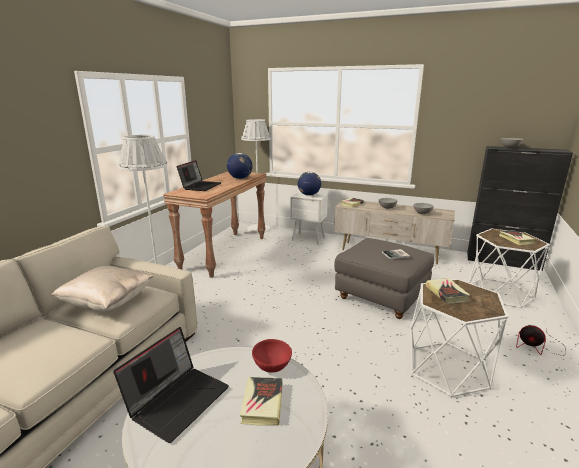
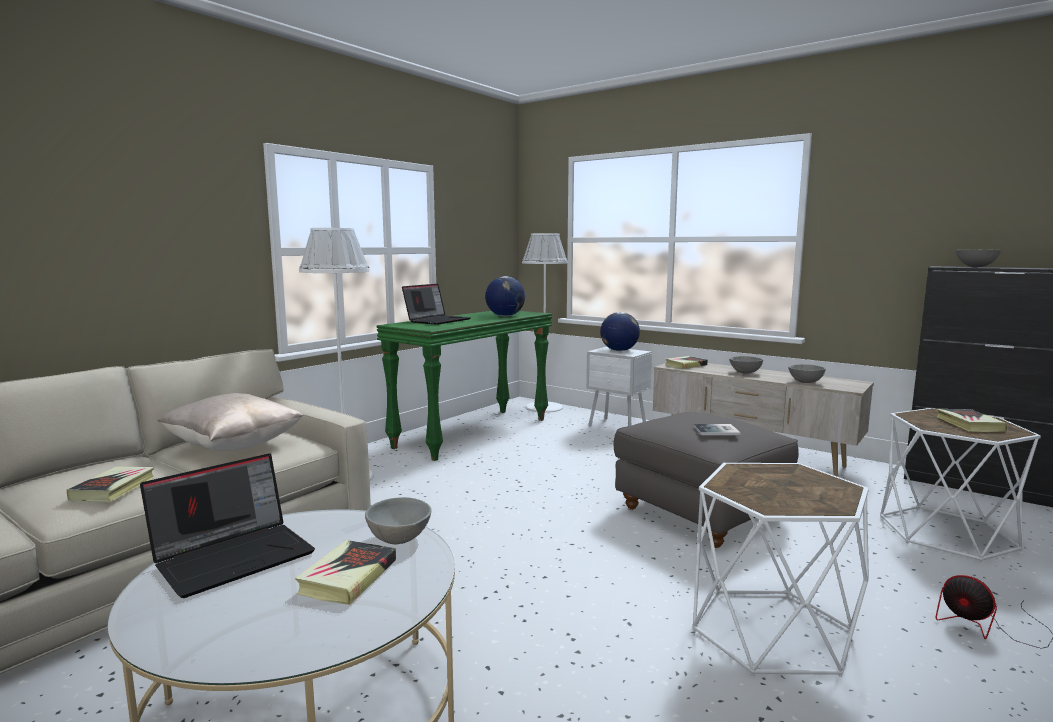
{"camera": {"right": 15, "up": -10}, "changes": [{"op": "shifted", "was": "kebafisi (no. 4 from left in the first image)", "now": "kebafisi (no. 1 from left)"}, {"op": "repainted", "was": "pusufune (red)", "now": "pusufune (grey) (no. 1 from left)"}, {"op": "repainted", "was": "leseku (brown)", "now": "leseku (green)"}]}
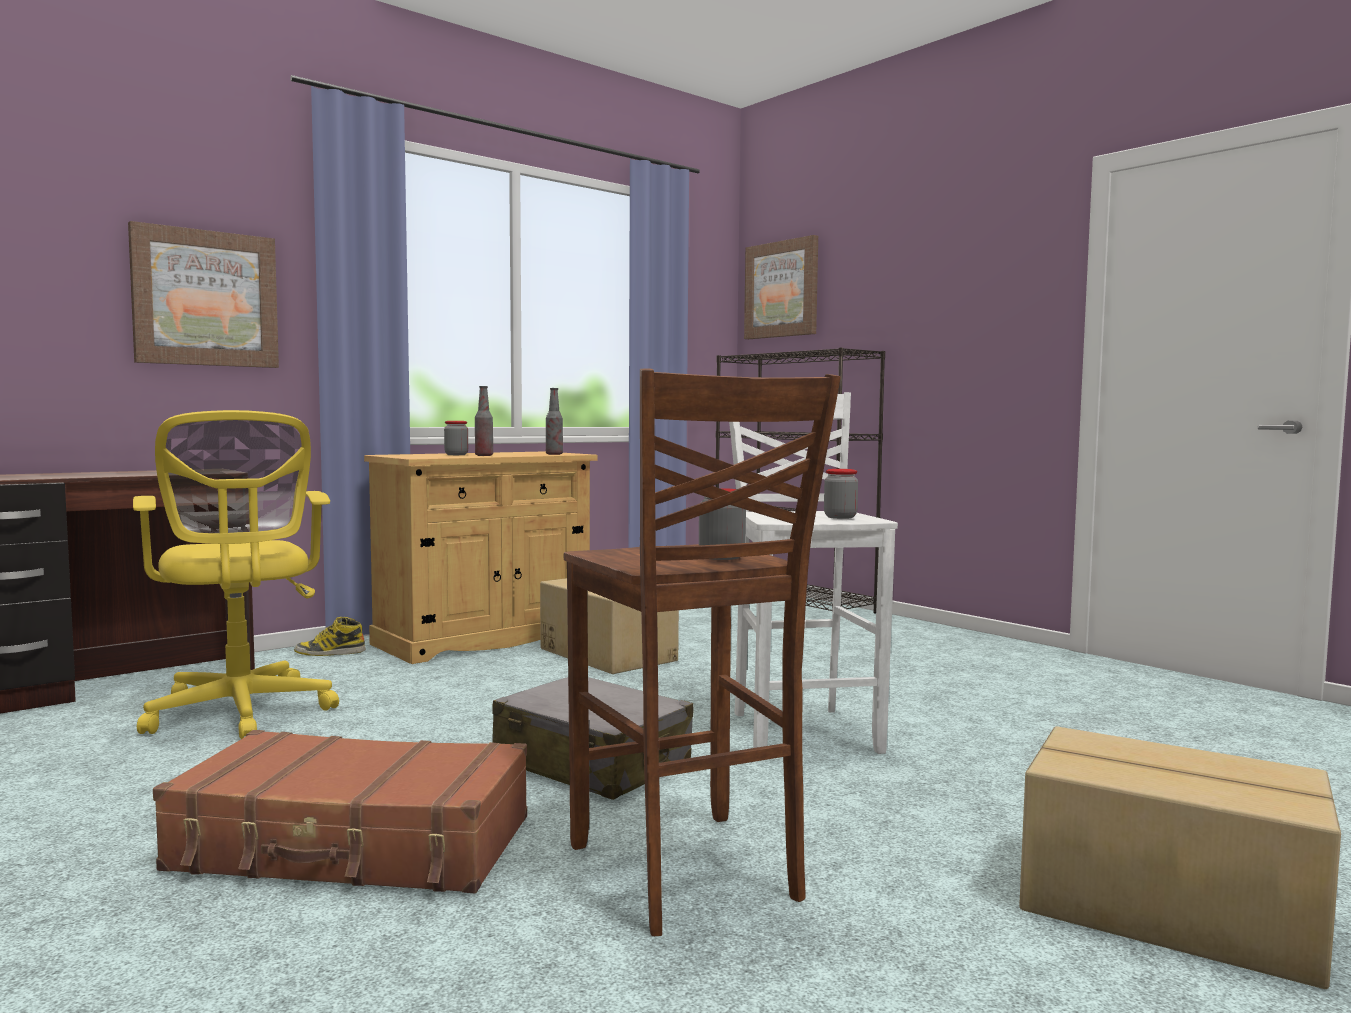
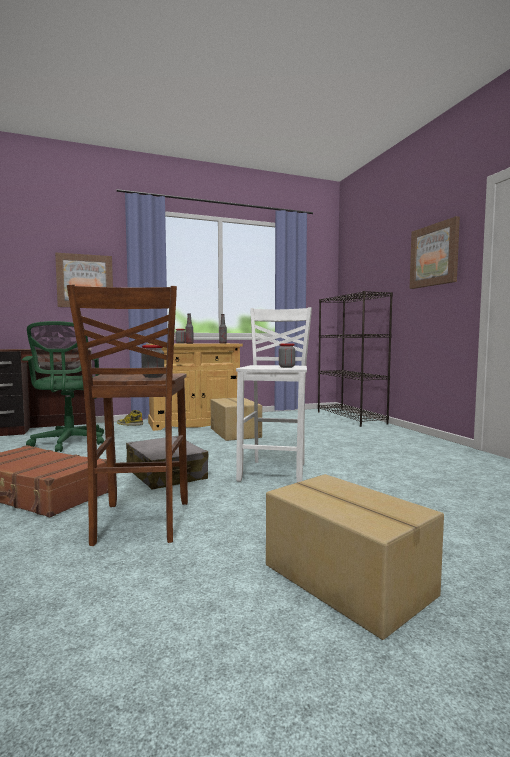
{"camera": {"right": 20, "up": 0}, "changes": [{"op": "repainted", "was": "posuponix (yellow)", "now": "posuponix (green)"}, {"op": "shifted", "was": "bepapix (no. 2 from left)"}]}
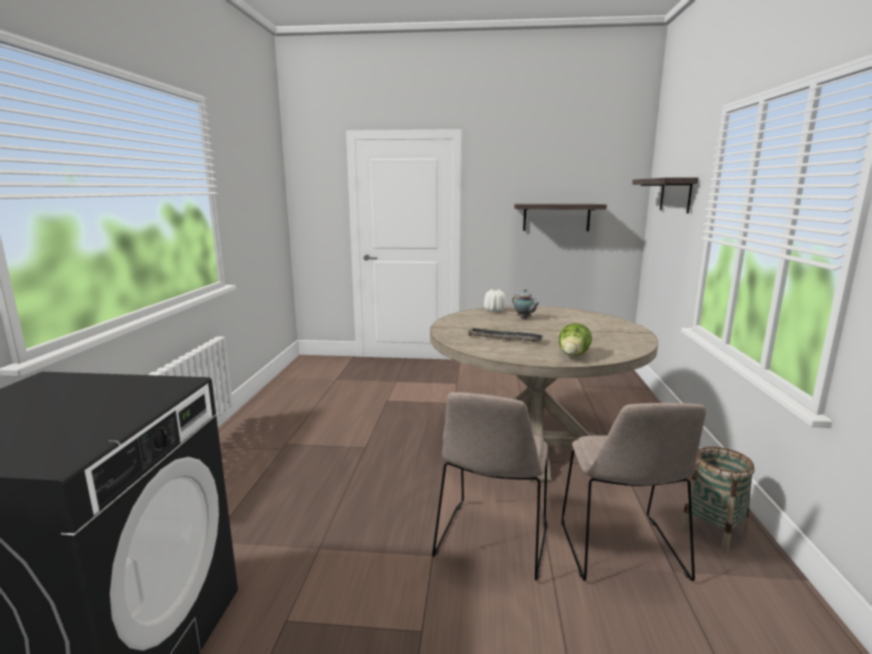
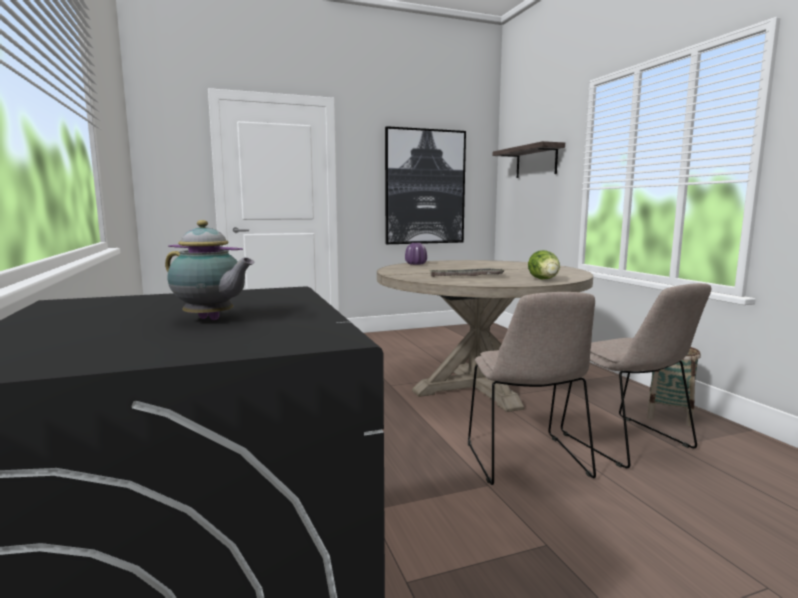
{"camera": {"right": -25, "up": -5}, "changes": [{"op": "shifted", "was": "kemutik"}, {"op": "swapped", "was": "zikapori (no. 1 from left)", "now": "bepapix"}, {"op": "repainted", "was": "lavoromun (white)", "now": "lavoromun (purple)"}]}
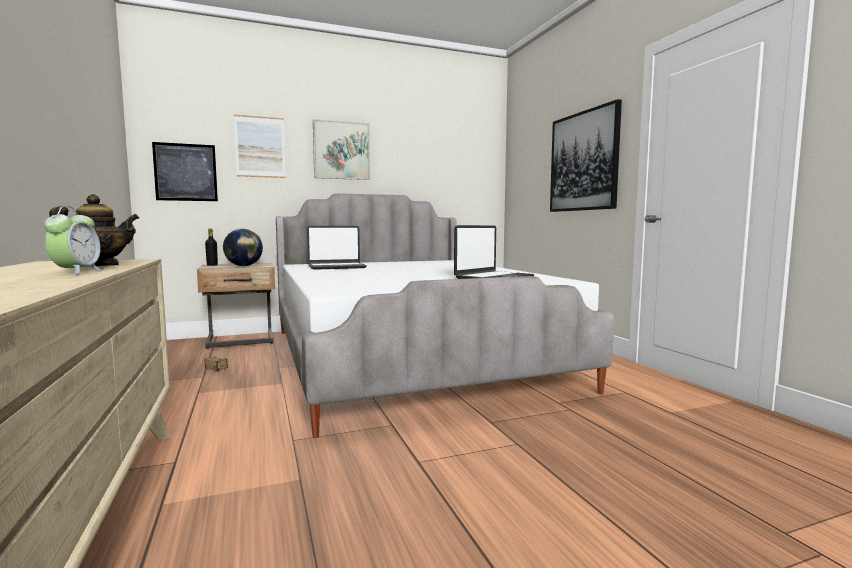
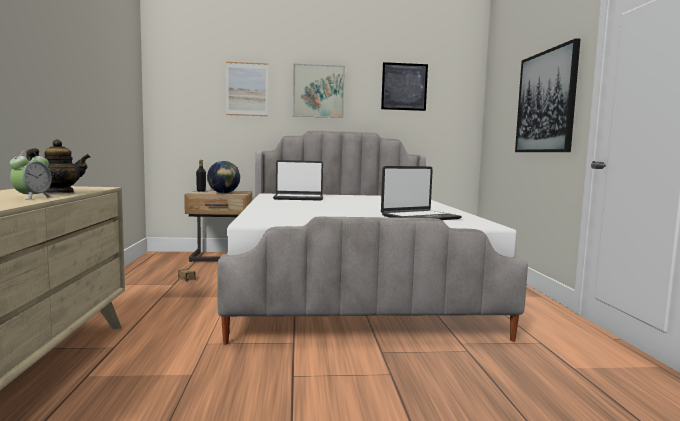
{"camera": {"right": 15, "up": 0}, "changes": [{"op": "shifted", "was": "bepapix (no. 1 from left in the first image)", "now": "bepapix (no. 3 from left)"}]}
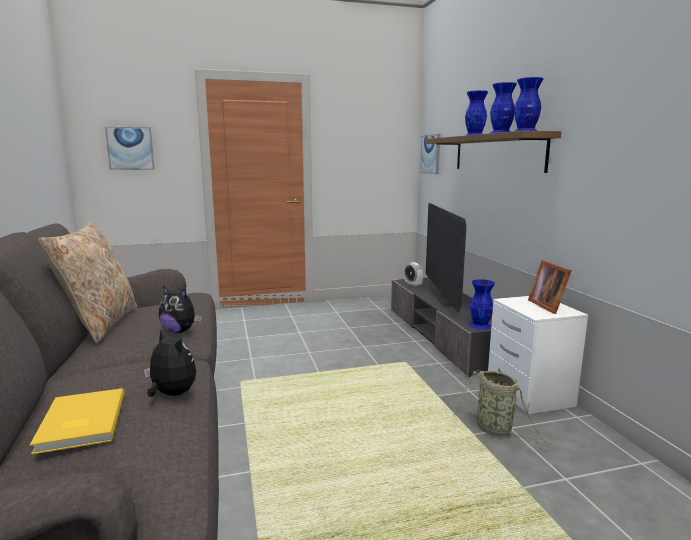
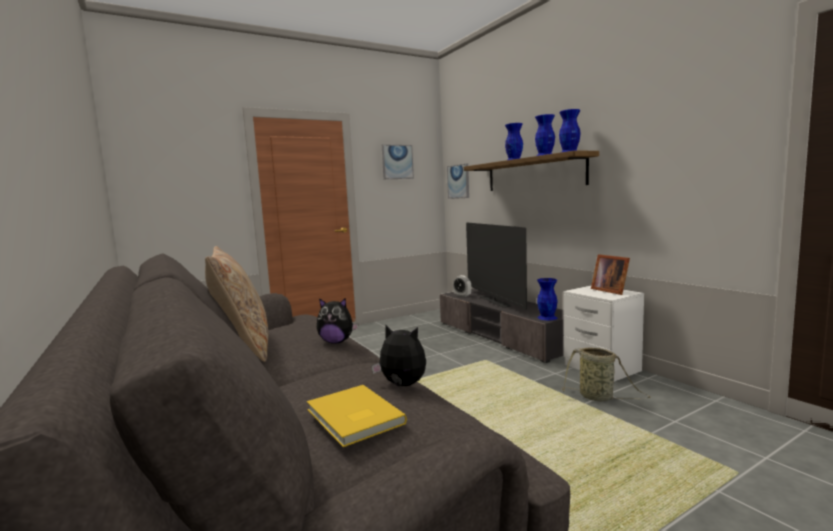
{"camera": {"right": -15, "up": -5}, "changes": [{"op": "shifted", "was": "bepapix (no. 1 from left)"}]}
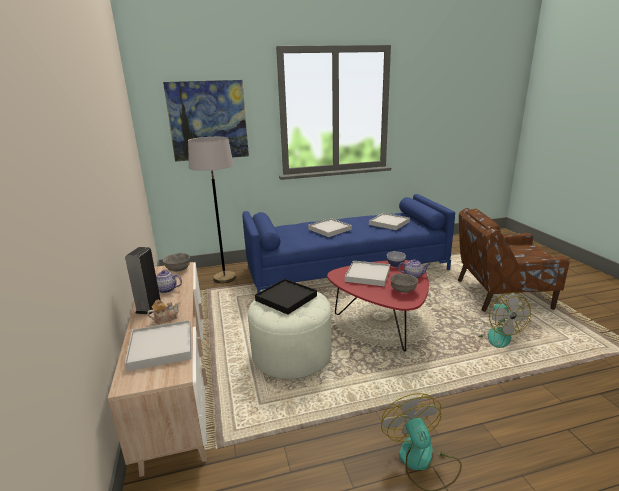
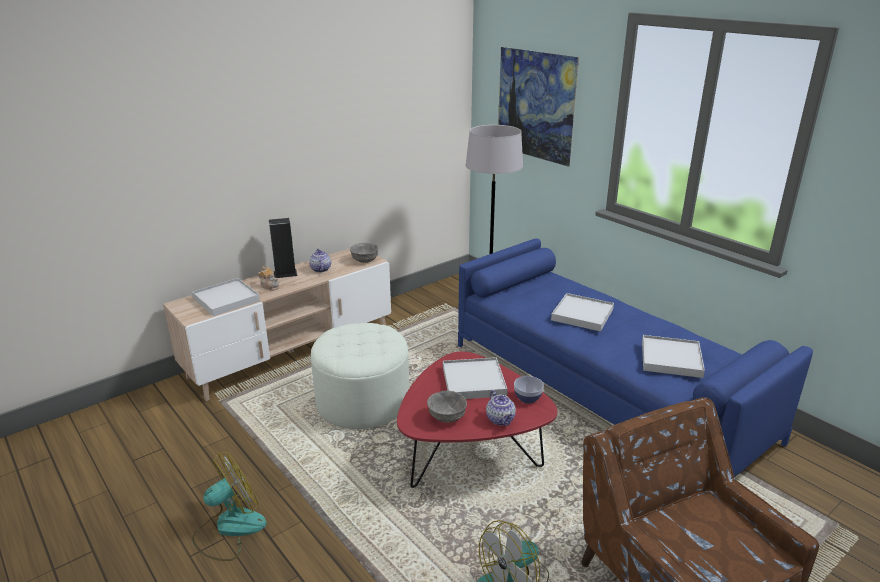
{"camera": {"right": 65, "up": 5}, "changes": [{"op": "gone", "was": "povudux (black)"}]}
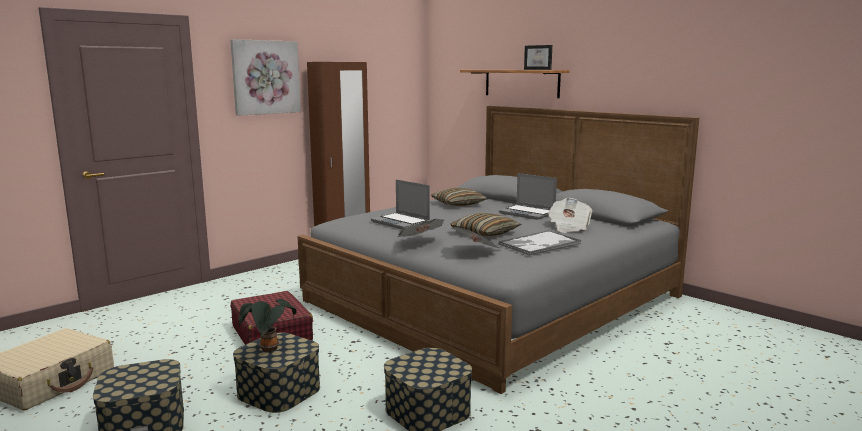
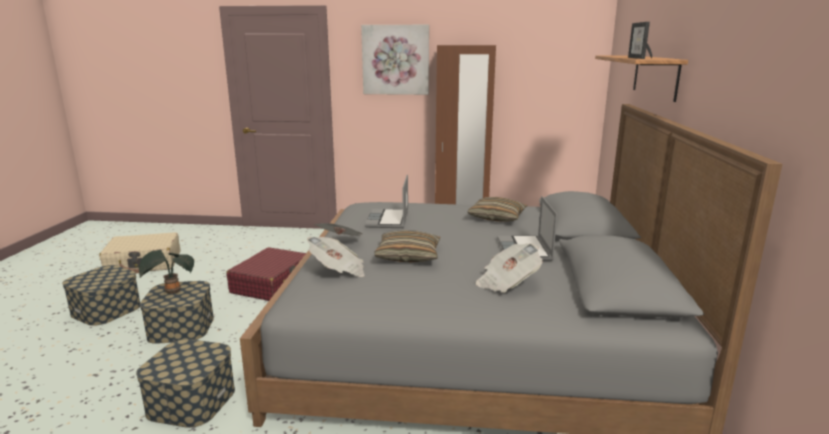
{"camera": {"right": 50, "up": 5}, "changes": [{"op": "gone", "was": "povudux"}]}
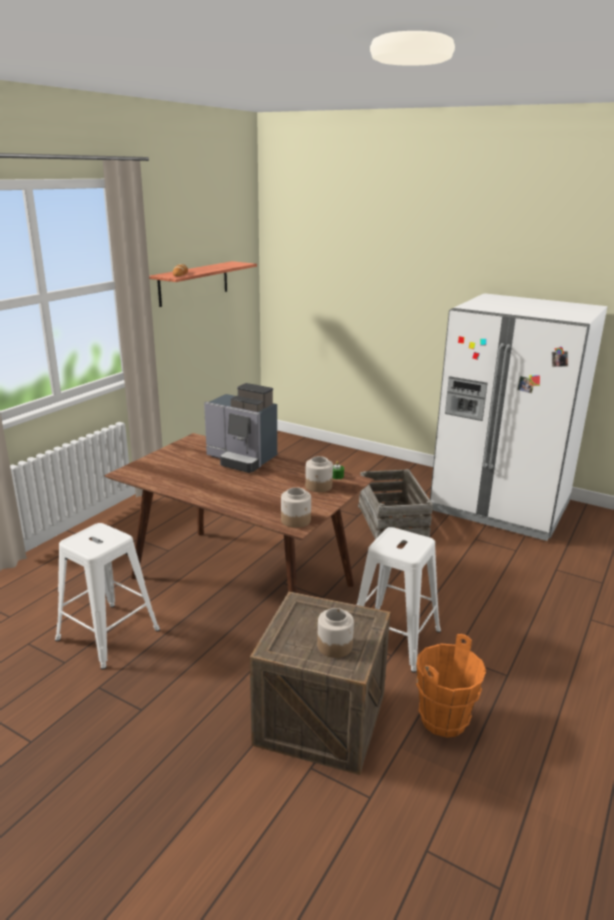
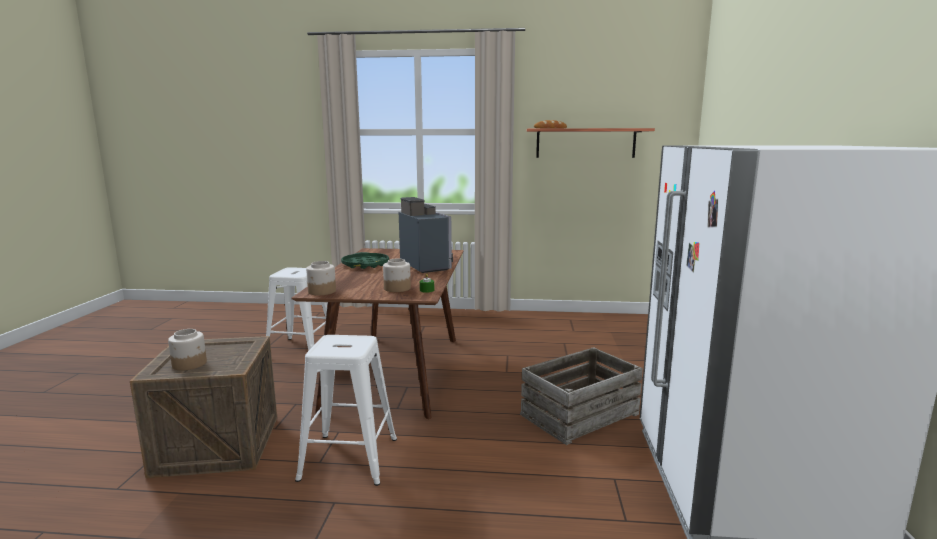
{"camera": {"right": 65, "up": -10}, "changes": [{"op": "new", "now": "povudux (green)"}, {"op": "rotated", "was": "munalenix", "clockwise": 150}, {"op": "gone", "was": "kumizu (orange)"}]}
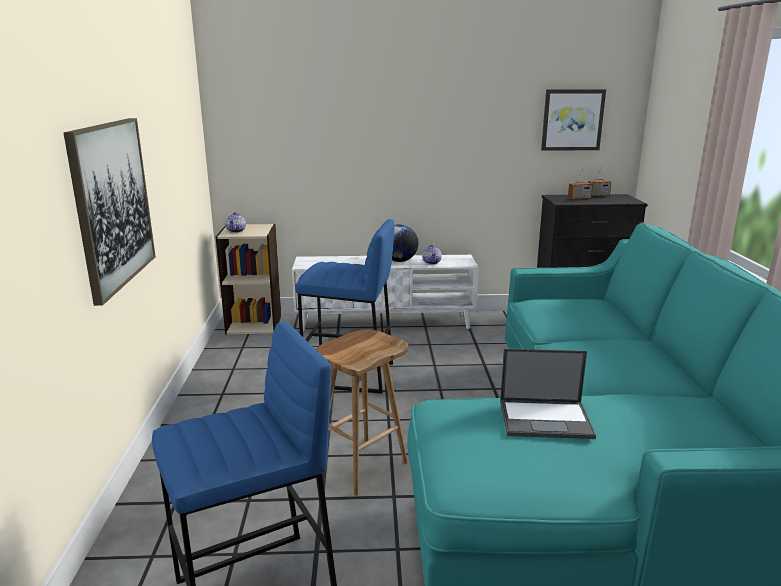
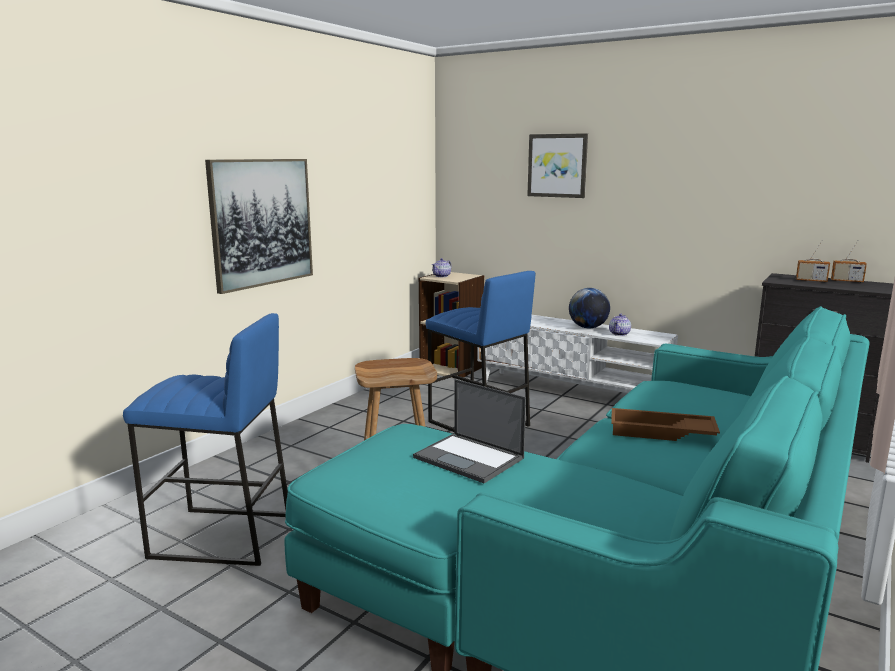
{"camera": {"right": 35, "up": -5}, "changes": [{"op": "shifted", "was": "bepapix (no. 2 from left)"}, {"op": "new", "now": "povudux (brown)"}]}
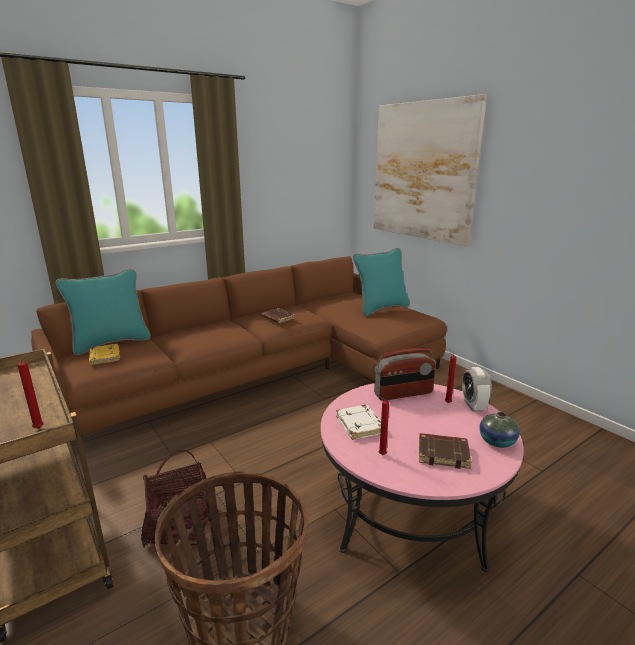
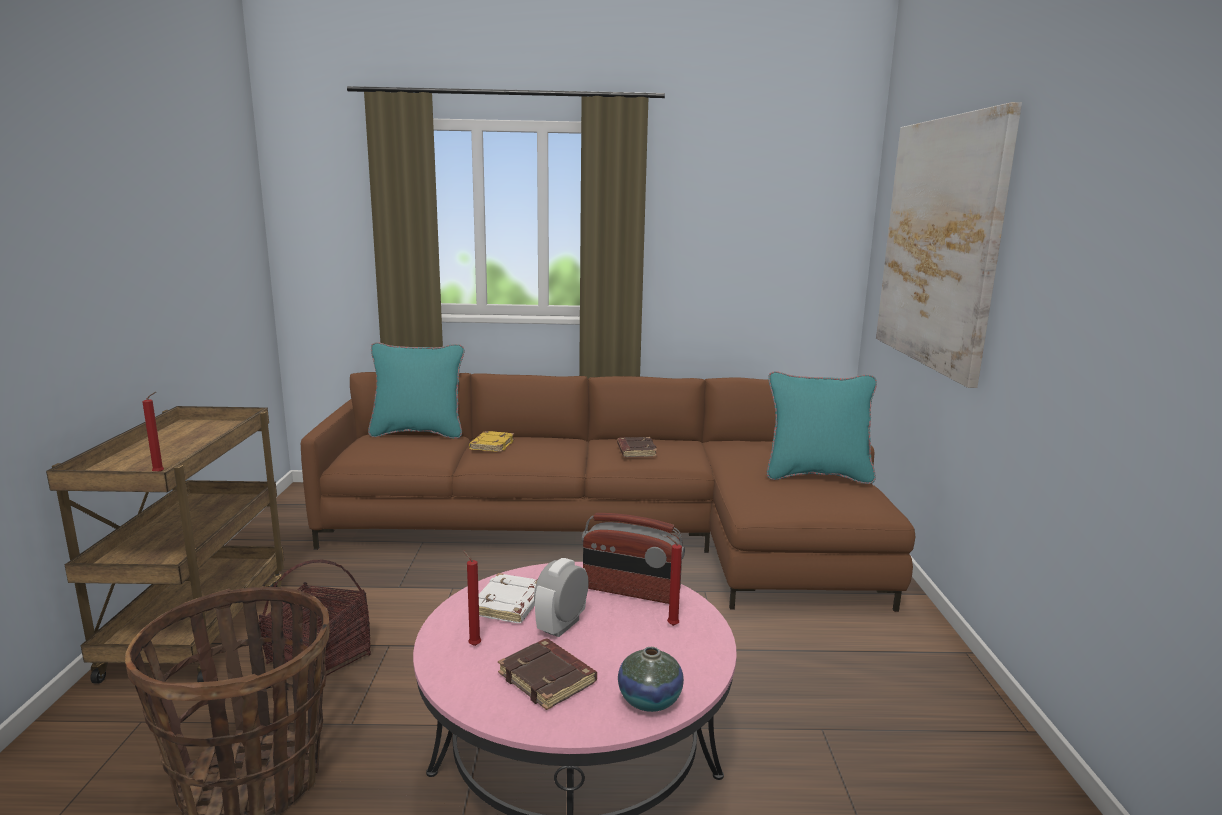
{"camera": {"right": 35, "up": -5}, "changes": [{"op": "shifted", "was": "kebafisi (yellow)"}, {"op": "shifted", "was": "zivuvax"}]}
